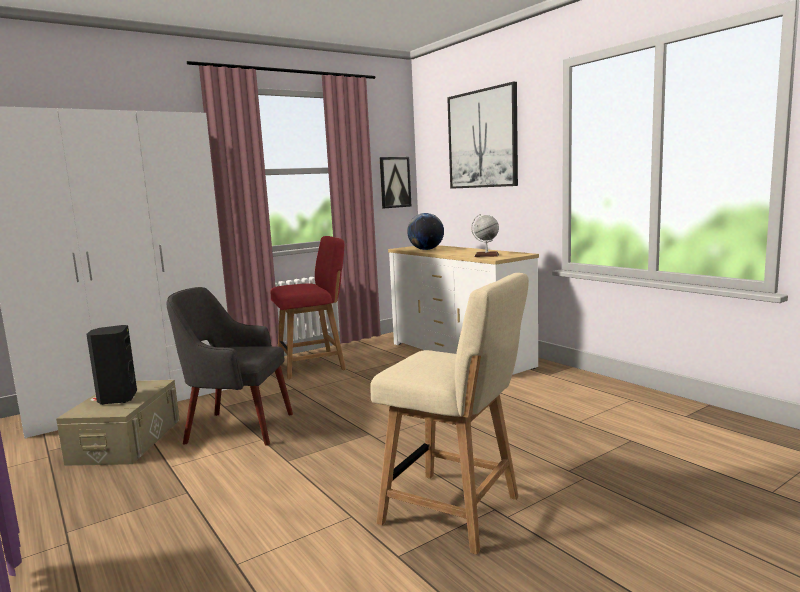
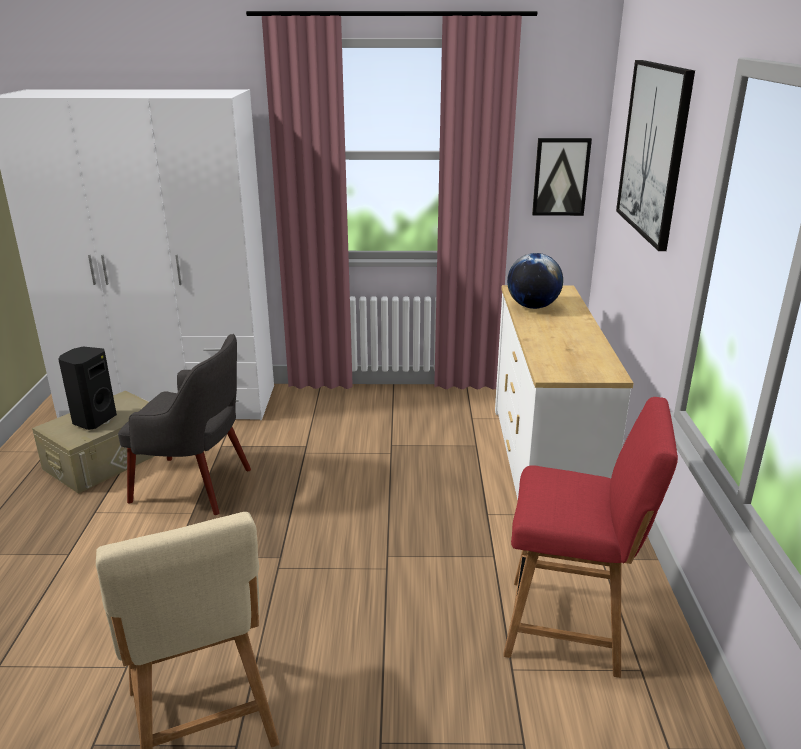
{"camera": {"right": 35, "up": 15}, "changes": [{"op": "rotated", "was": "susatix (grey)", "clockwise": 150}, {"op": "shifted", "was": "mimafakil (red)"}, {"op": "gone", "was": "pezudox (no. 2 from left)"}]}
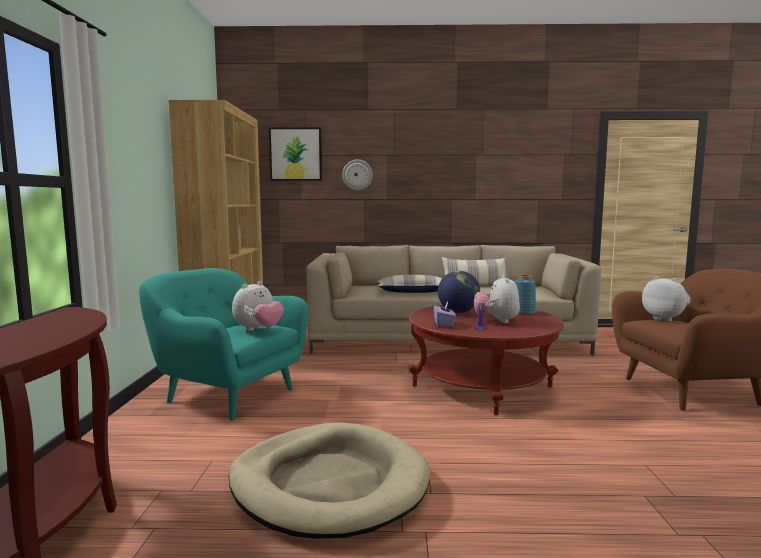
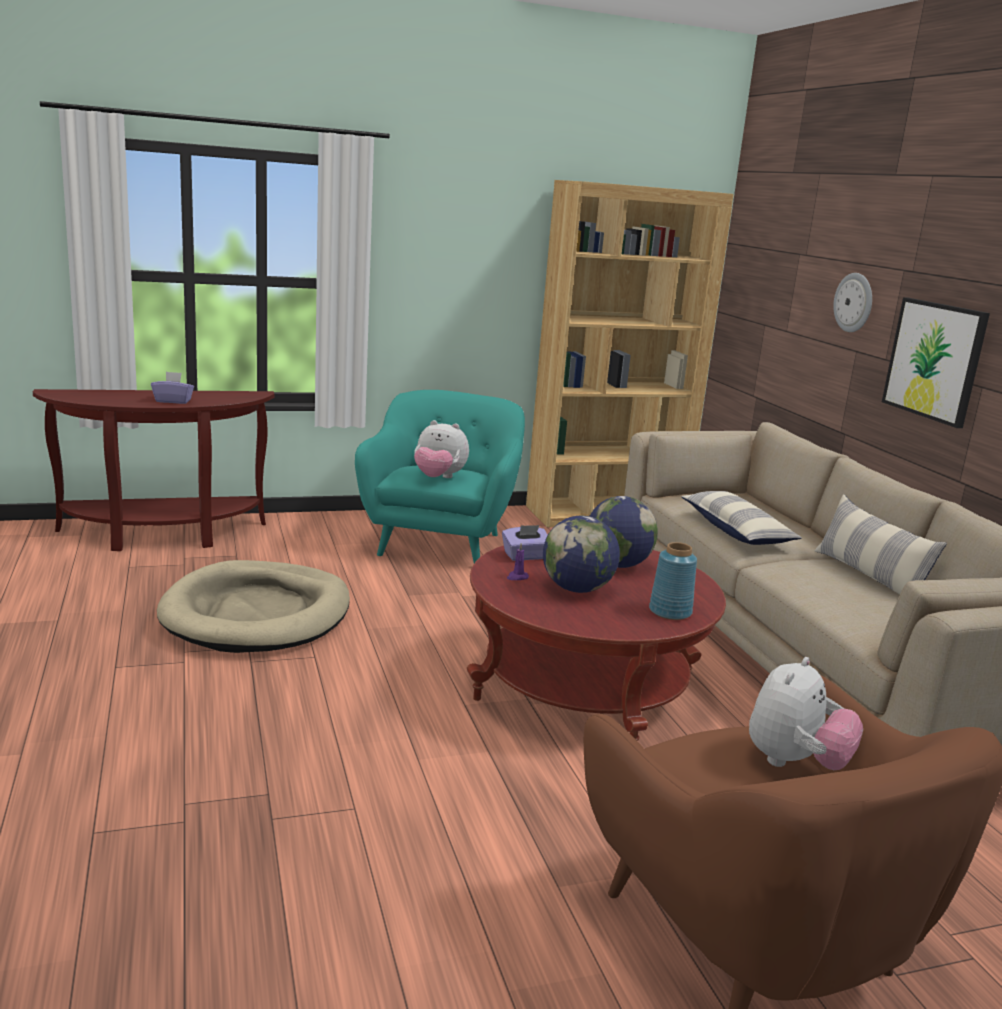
{"camera": {"right": 70, "up": 10}, "changes": [{"op": "new", "now": "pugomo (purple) (no. 1 from left)"}, {"op": "swapped", "was": "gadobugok (no. 2 from left)", "now": "pezudox (no. 1 from left)"}, {"op": "shifted", "was": "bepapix"}]}
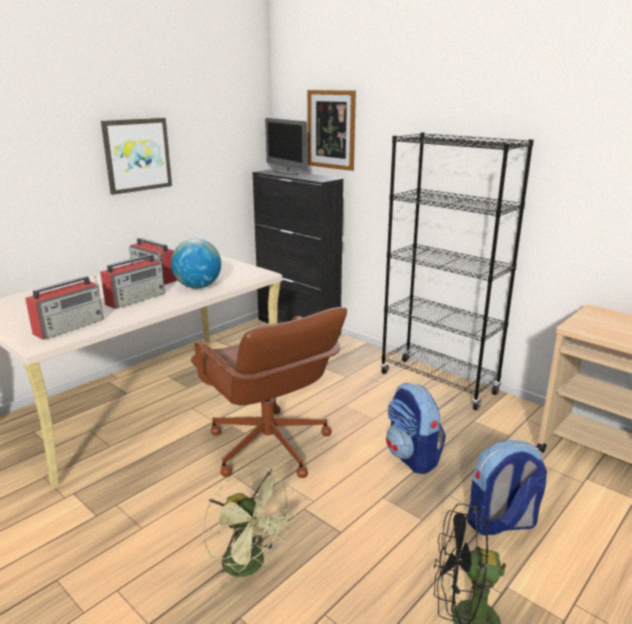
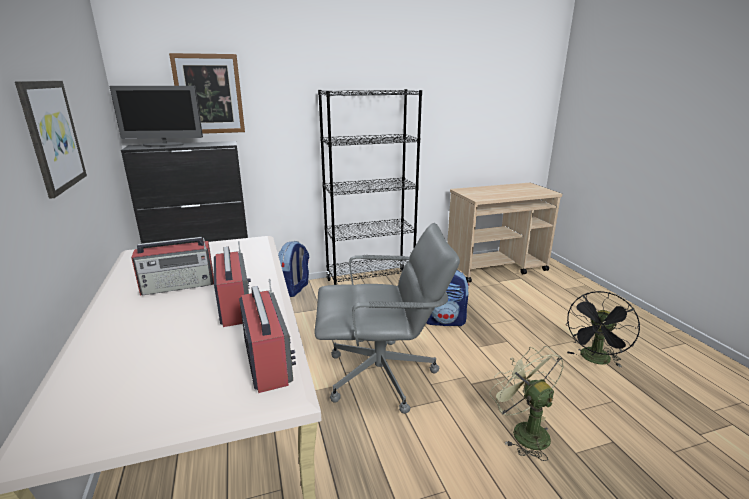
{"camera": {"right": -60, "up": 0}, "changes": [{"op": "shifted", "was": "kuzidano (no. 2 from left in the first image)", "now": "kuzidano (no. 1 from left)"}, {"op": "repainted", "was": "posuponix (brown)", "now": "posuponix (grey)"}, {"op": "rotated", "was": "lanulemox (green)", "clockwise": -105}, {"op": "gone", "was": "pezudox"}]}
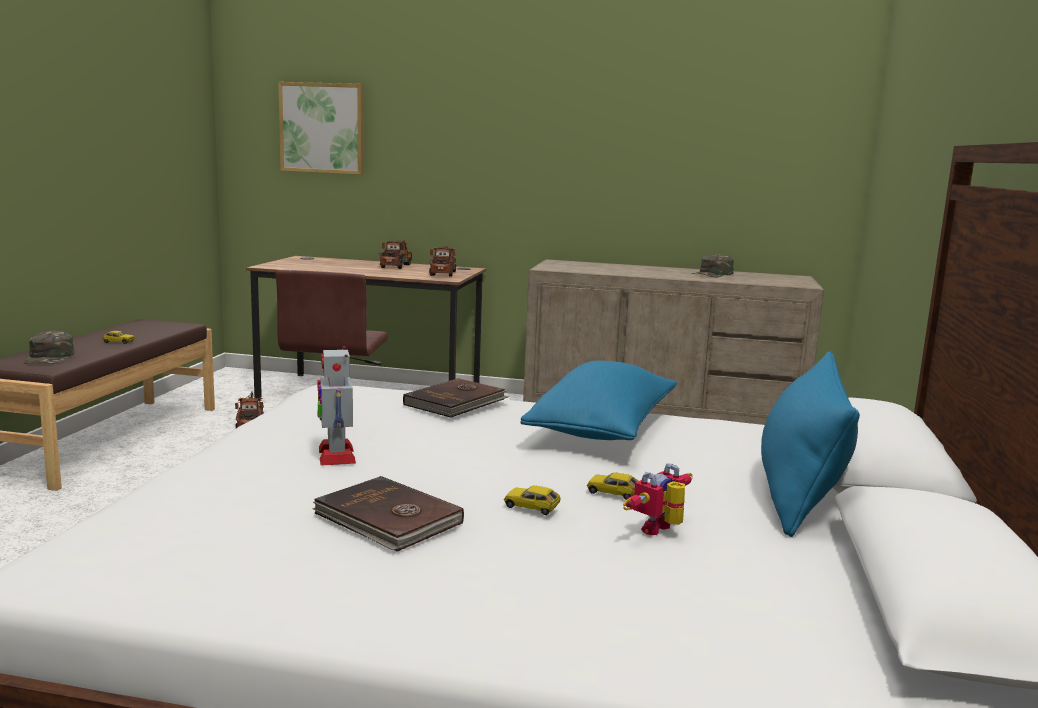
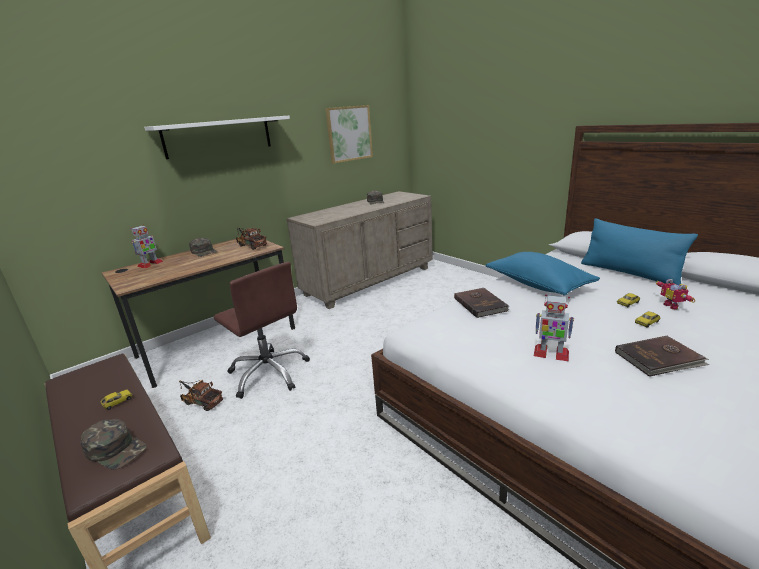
{"camera": {"right": -50, "up": 10}, "changes": [{"op": "new", "now": "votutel (no. 1 from left)"}, {"op": "new", "now": "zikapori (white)"}, {"op": "swapped", "was": "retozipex (no. 2 from left)", "now": "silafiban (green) (no. 2 from left)"}, {"op": "shifted", "was": "bepapix"}]}
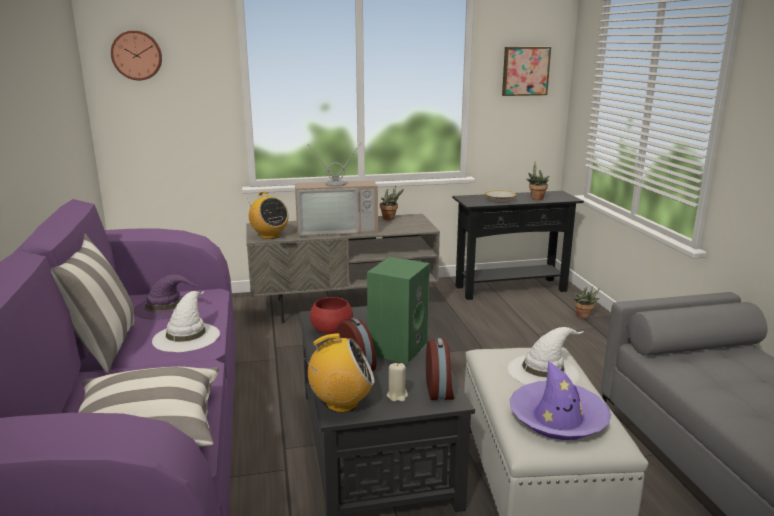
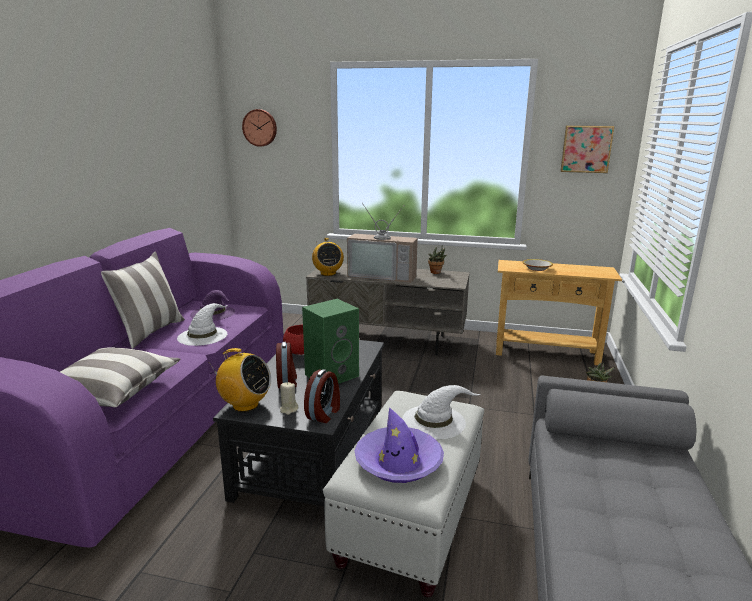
{"camera": {"right": 25, "up": 0}, "changes": [{"op": "repainted", "was": "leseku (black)", "now": "leseku (beige)"}, {"op": "gone", "was": "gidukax (no. 2 from left)"}]}
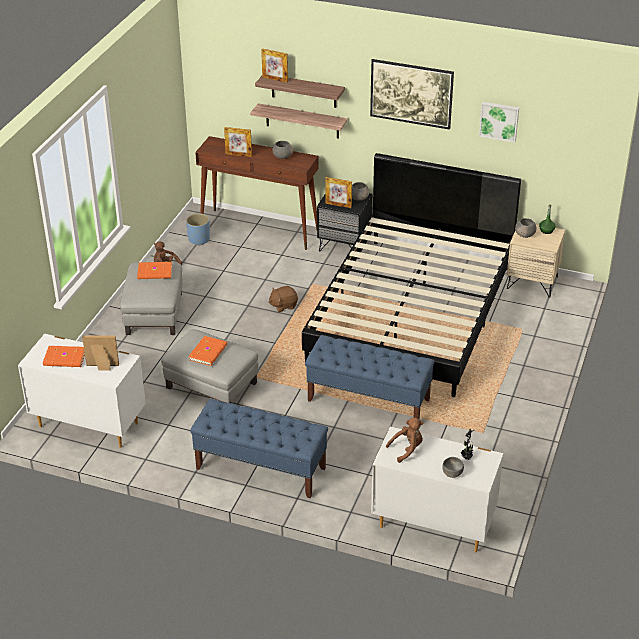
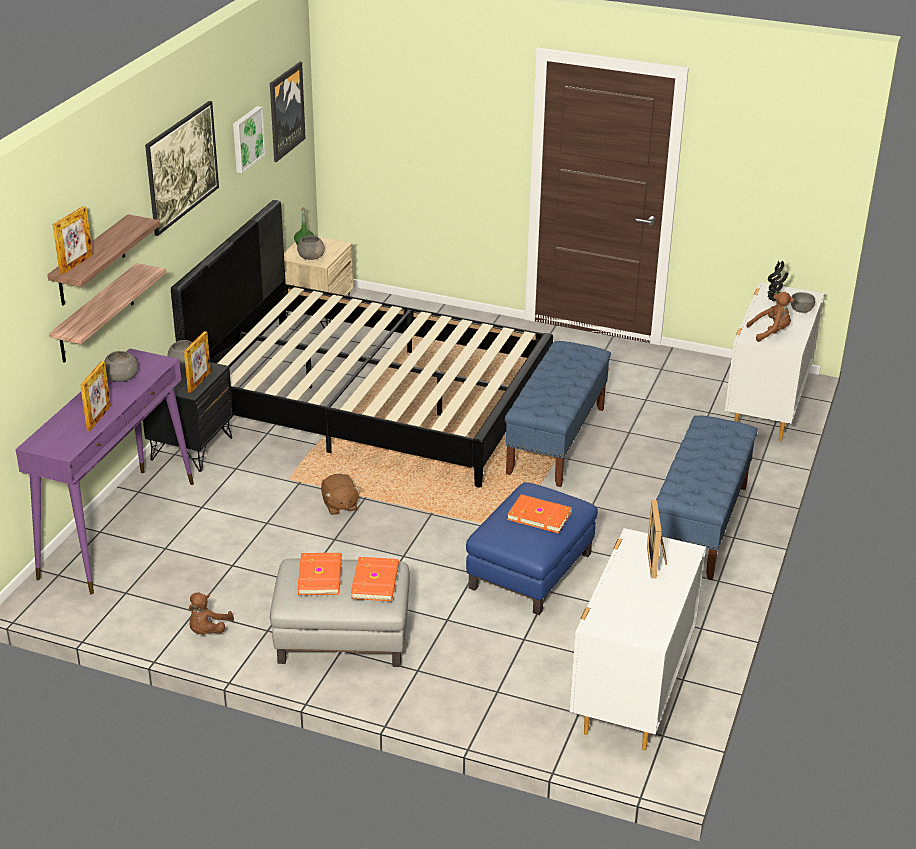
{"camera": {"right": -90, "up": -5}, "changes": [{"op": "repainted", "was": "leseku (brown)", "now": "leseku (purple)"}, {"op": "new", "now": "bepapix (no. 3 from left)"}, {"op": "shifted", "was": "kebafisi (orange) (no. 1 from left in the first image)", "now": "kebafisi (orange) (no. 2 from left)"}, {"op": "repainted", "was": "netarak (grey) (no. 2 from left)", "now": "netarak (blue)"}, {"op": "rotated", "was": "gadobugok (brown) (no. 3 from left)", "clockwise": 105}, {"op": "gone", "was": "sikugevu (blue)"}]}
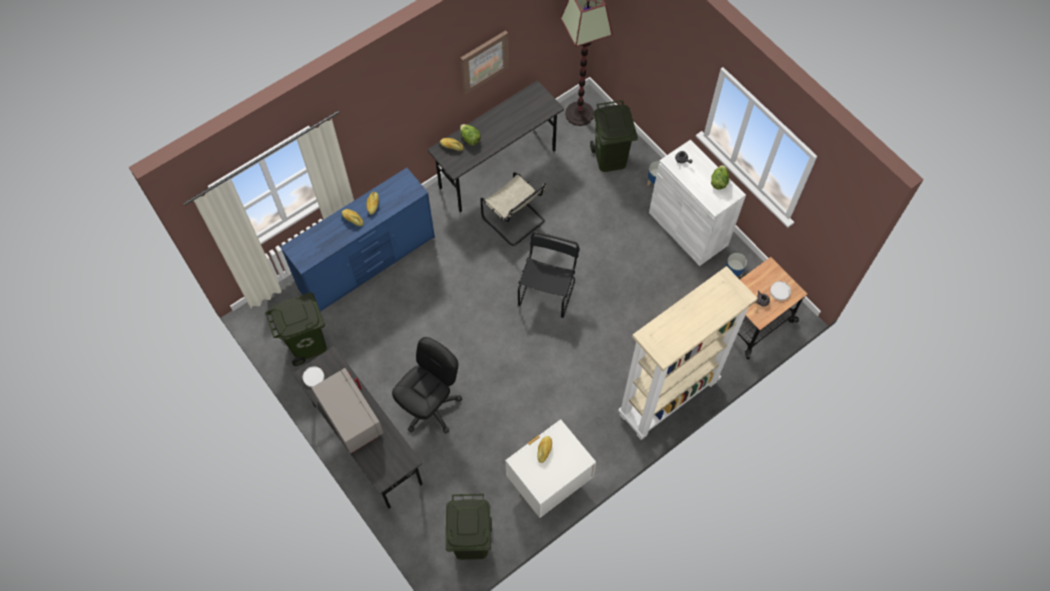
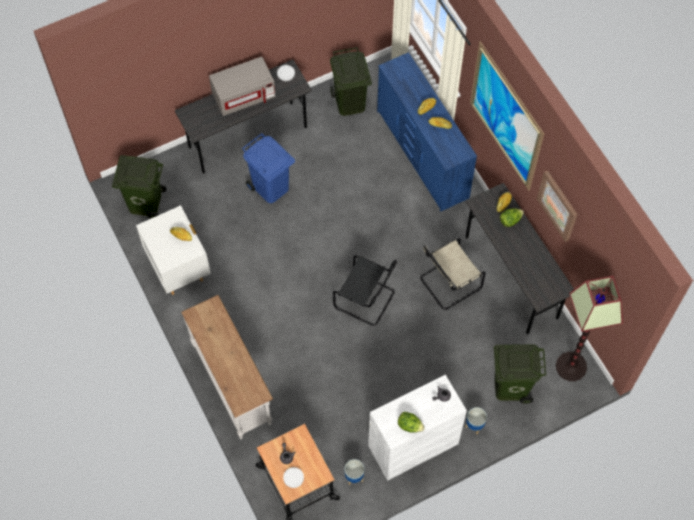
{"camera": {"right": 100, "up": 0}, "changes": [{"op": "swapped", "was": "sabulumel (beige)", "now": "leseku (white)"}, {"op": "swapped", "was": "posuponix (black)", "now": "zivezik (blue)"}, {"op": "new", "now": "bepapix (no. 1 from left)"}]}
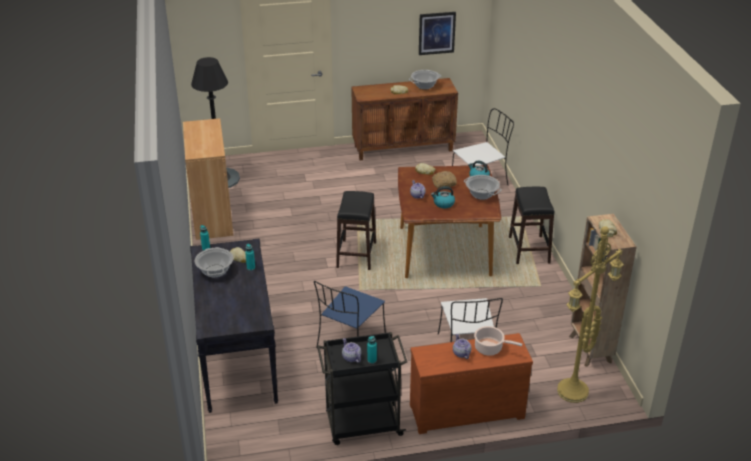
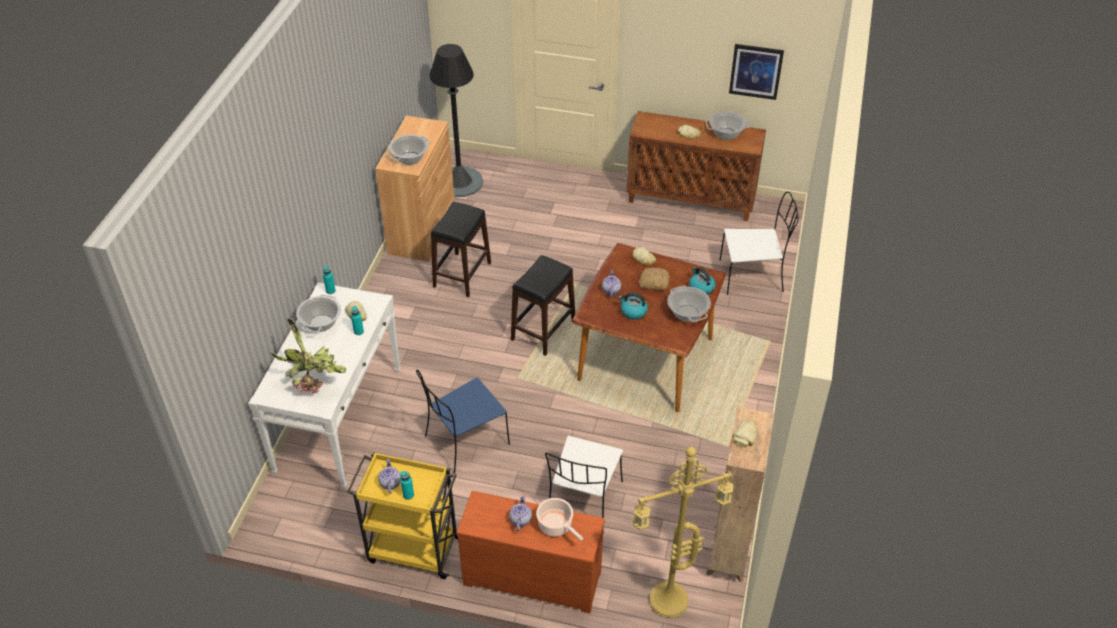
{"camera": {"right": 25, "up": 10}, "changes": [{"op": "repainted", "was": "leseku (black)", "now": "leseku (white)"}, {"op": "new", "now": "gidukax"}, {"op": "repainted", "was": "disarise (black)", "now": "disarise (yellow)"}, {"op": "new", "now": "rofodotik (no. 2 from left)"}, {"op": "shifted", "was": "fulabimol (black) (no. 2 from left in the first image)", "now": "fulabimol (black) (no. 1 from left)"}]}
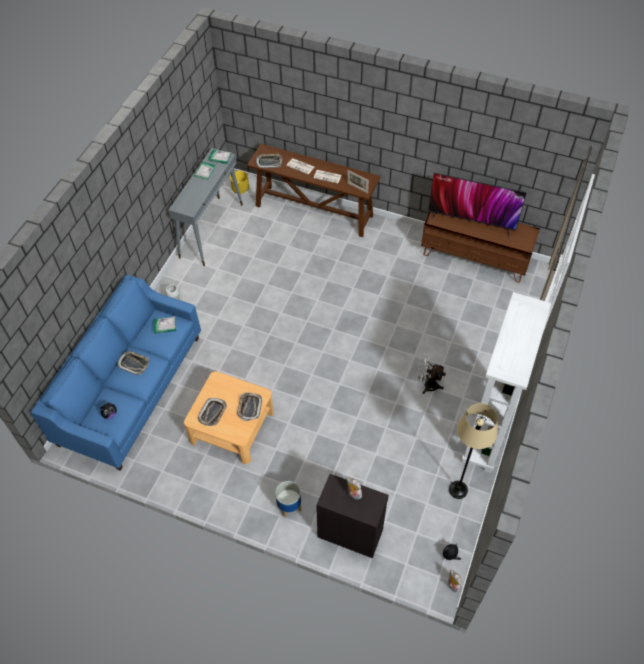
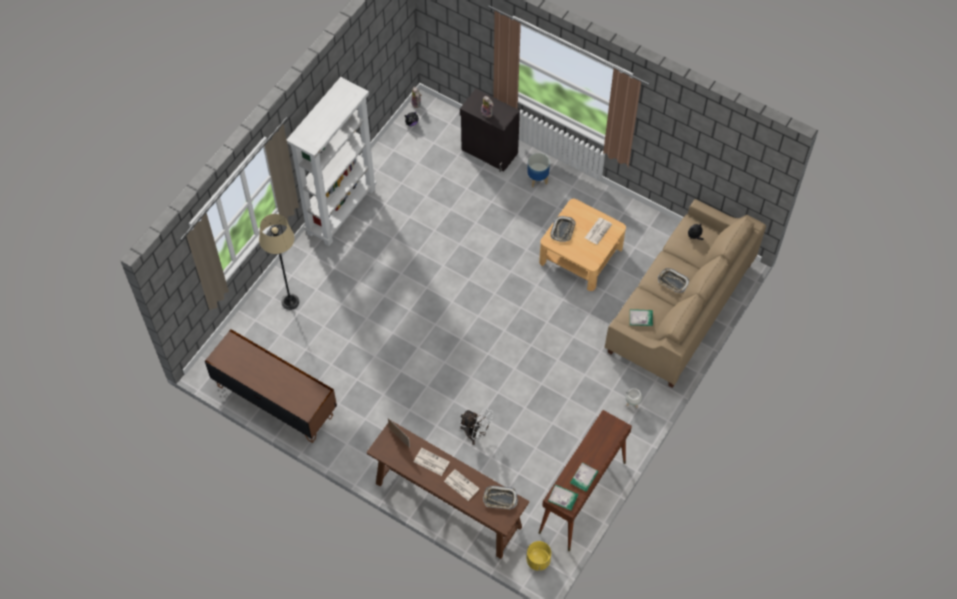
{"camera": {"right": -170, "up": 5}, "changes": [{"op": "shifted", "was": "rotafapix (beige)"}, {"op": "shifted", "was": "lanulemox (white)"}, {"op": "repainted", "was": "leseku (grey)", "now": "leseku (brown) (no. 2 from left)"}, {"op": "swapped", "was": "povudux (no. 2 from left)", "now": "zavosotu (no. 3 from left)"}, {"op": "repainted", "was": "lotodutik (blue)", "now": "lotodutik (beige)"}, {"op": "gone", "was": "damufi"}]}
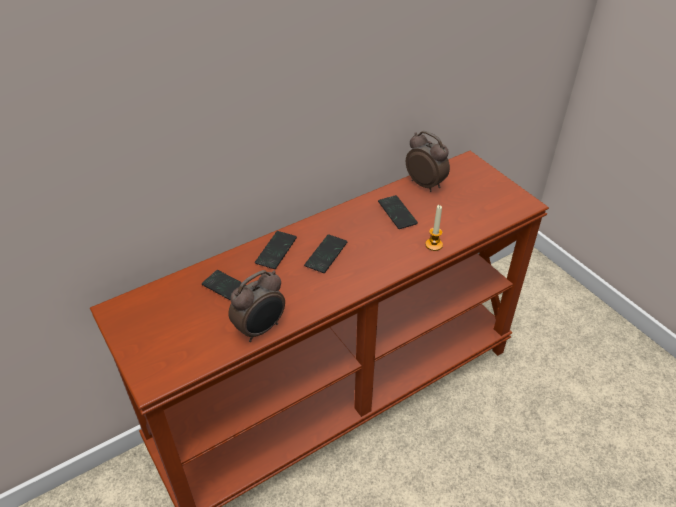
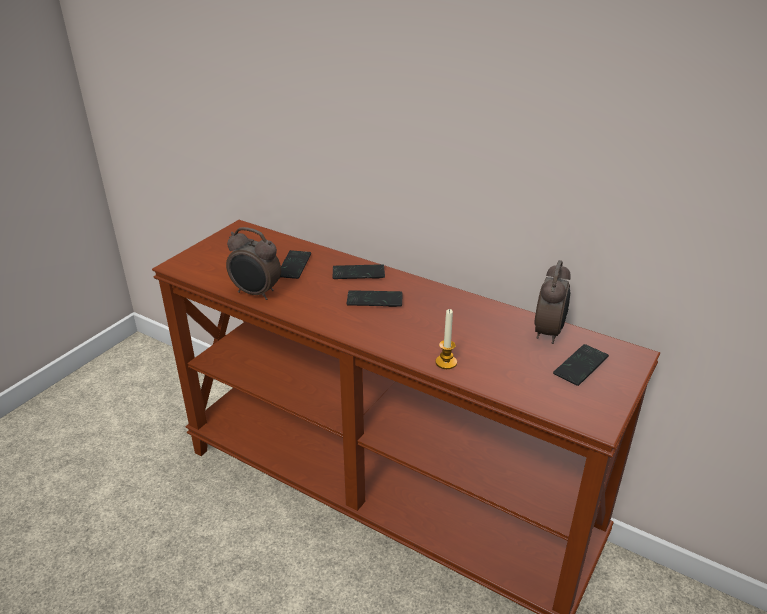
{"camera": {"right": 65, "up": -10}, "changes": [{"op": "shifted", "was": "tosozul (no. 4 from left)"}]}
